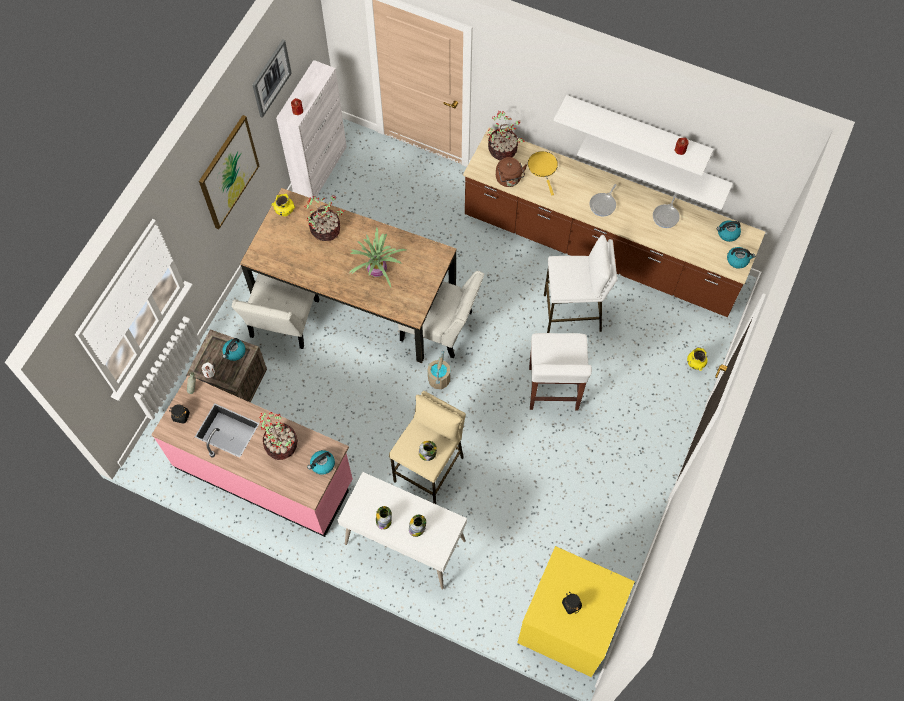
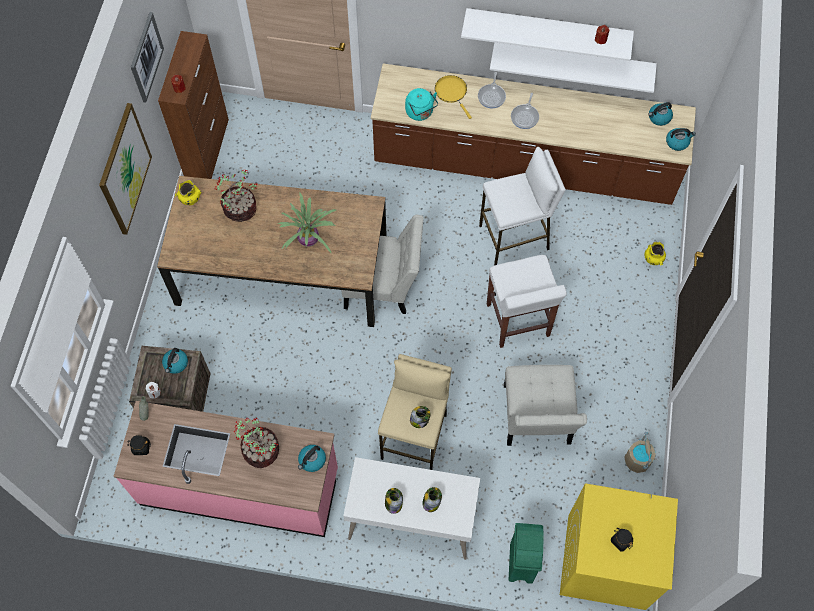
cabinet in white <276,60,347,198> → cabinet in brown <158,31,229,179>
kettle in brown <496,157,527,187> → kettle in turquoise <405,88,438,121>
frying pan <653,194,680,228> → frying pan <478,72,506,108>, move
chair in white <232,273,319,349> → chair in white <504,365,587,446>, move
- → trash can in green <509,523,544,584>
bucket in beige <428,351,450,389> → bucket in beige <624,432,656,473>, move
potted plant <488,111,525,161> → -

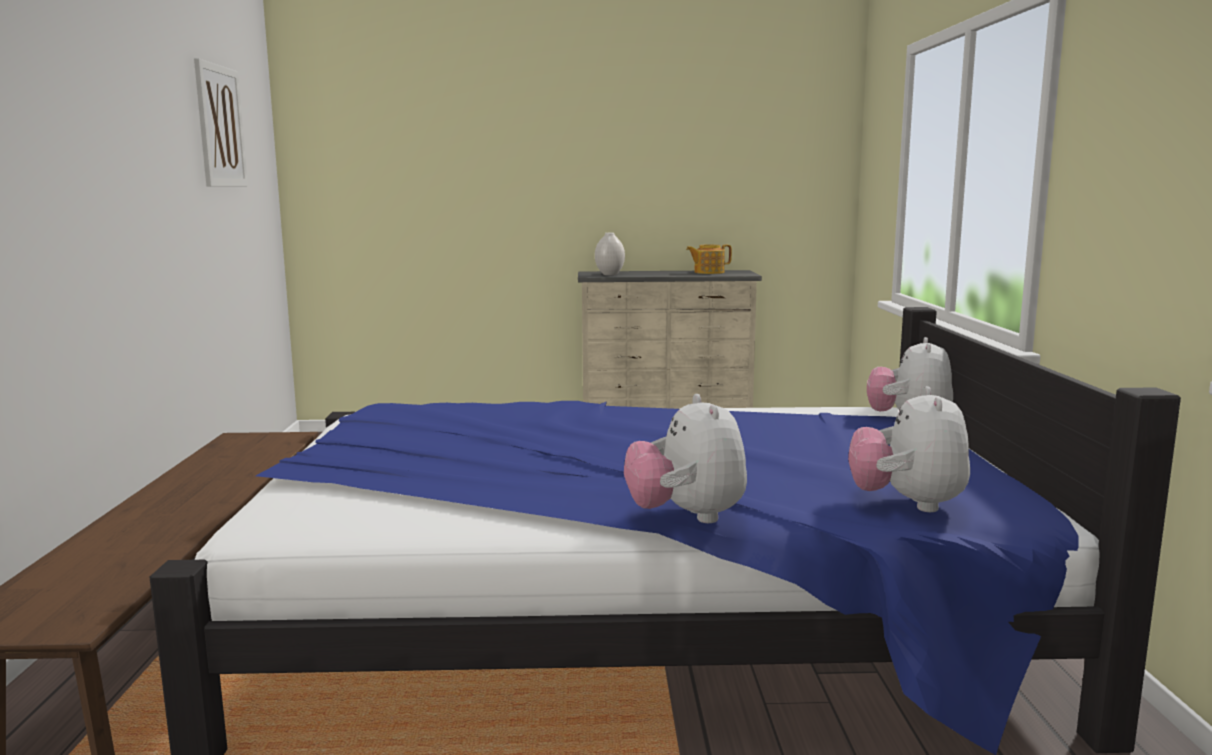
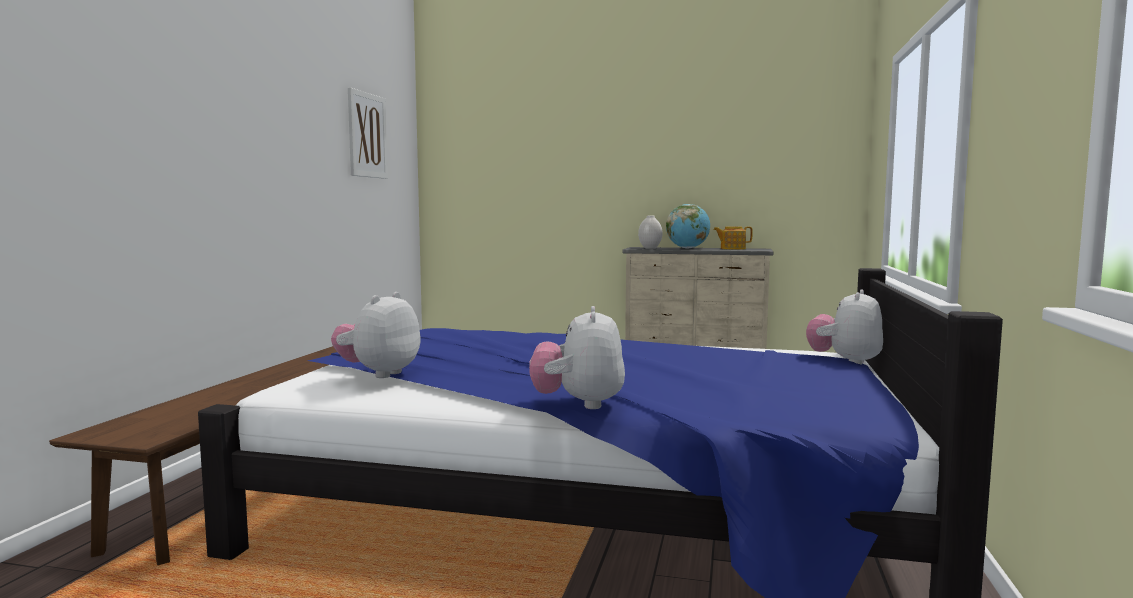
plush toy <848,386,970,512> → plush toy <331,292,420,378>, move
- → globe <666,204,710,248>

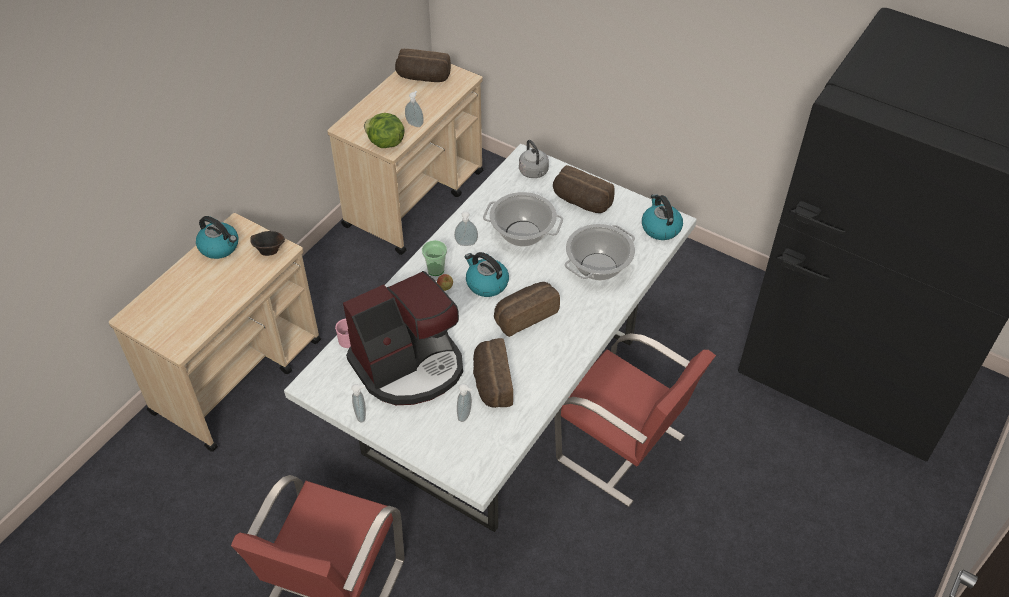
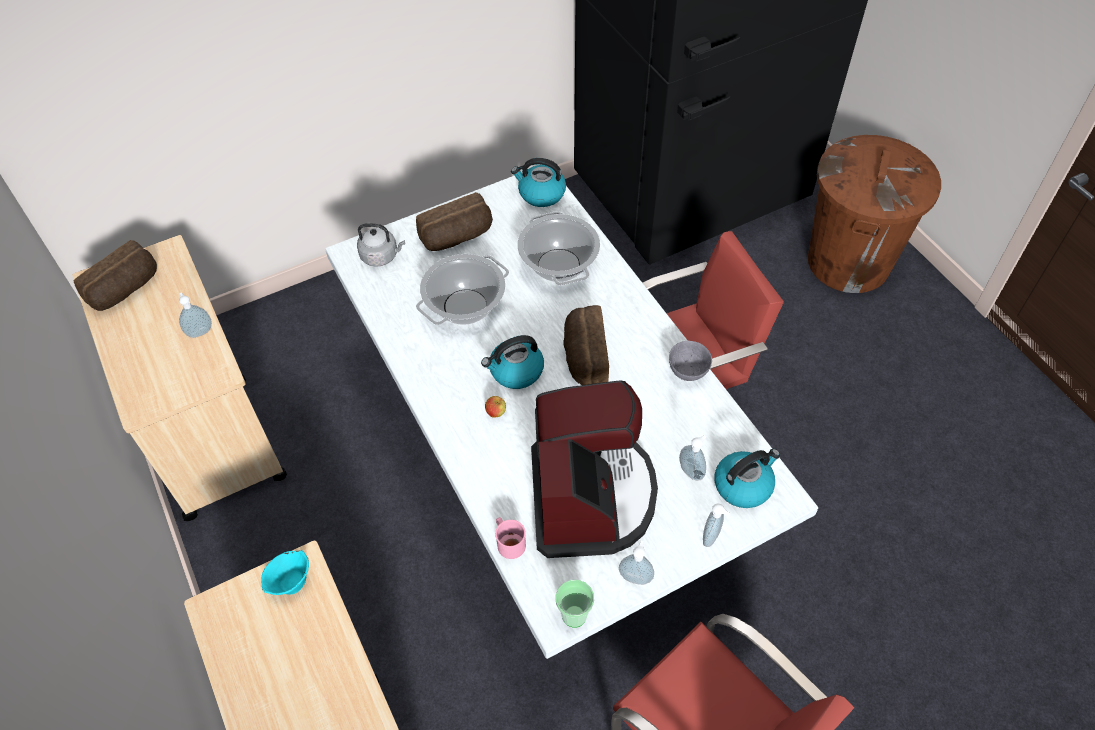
bowl in brown <250,231,285,256> → bowl in turquoise <261,550,309,595>
cup <422,240,447,276> → cup <556,580,594,627>, move
- → bowl in grey <669,341,712,381>
soap dispenser <454,211,478,246> → soap dispenser <703,503,730,547>, move
kettle <196,216,238,259> → kettle <715,449,780,508>, move
- → trash can in brown <808,135,941,293>
lettuce <364,113,405,148> → -
bread <473,338,513,408> → -

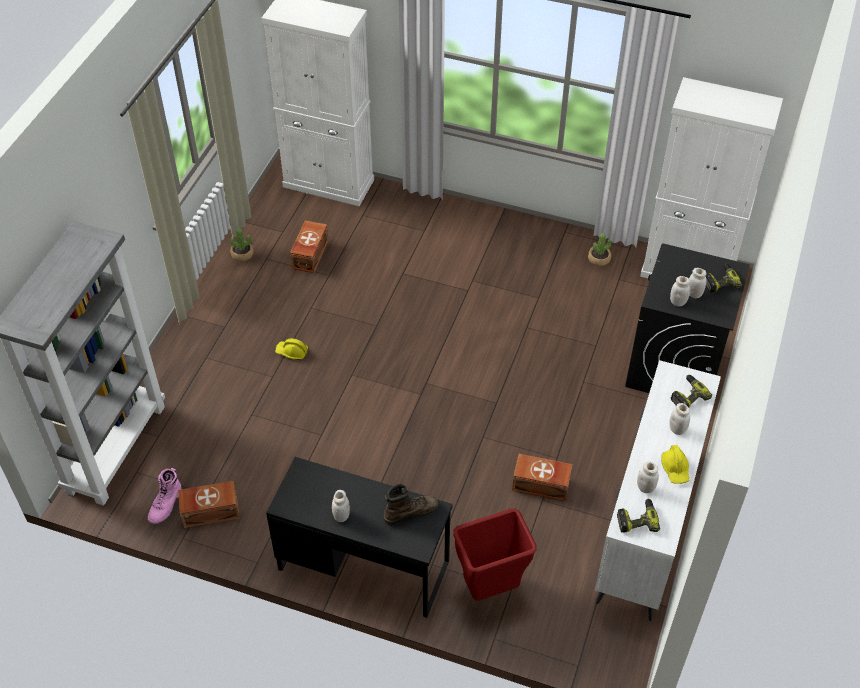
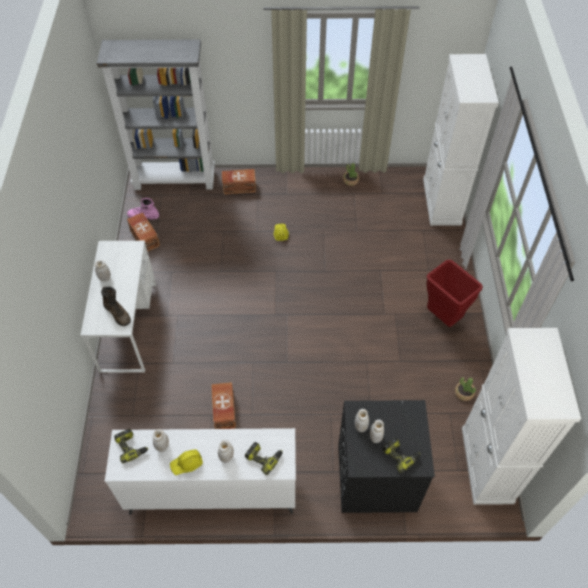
desk in black <266,457,453,618> → desk in white <81,241,156,373>
storage box in brown <290,221,329,273> → storage box in brown <222,169,256,195>, move
trash can in red <453,509,537,601> → trash can in red <427,259,483,327>, move

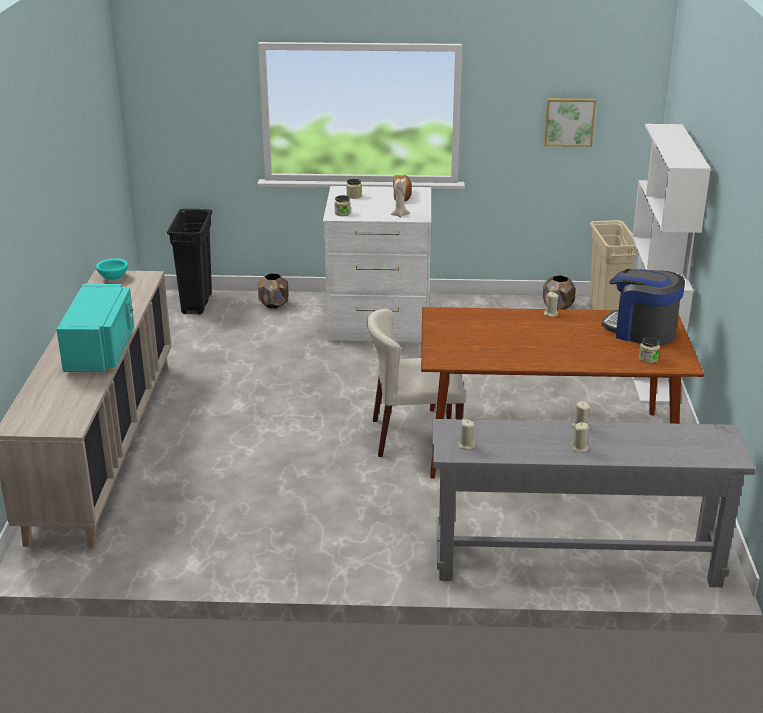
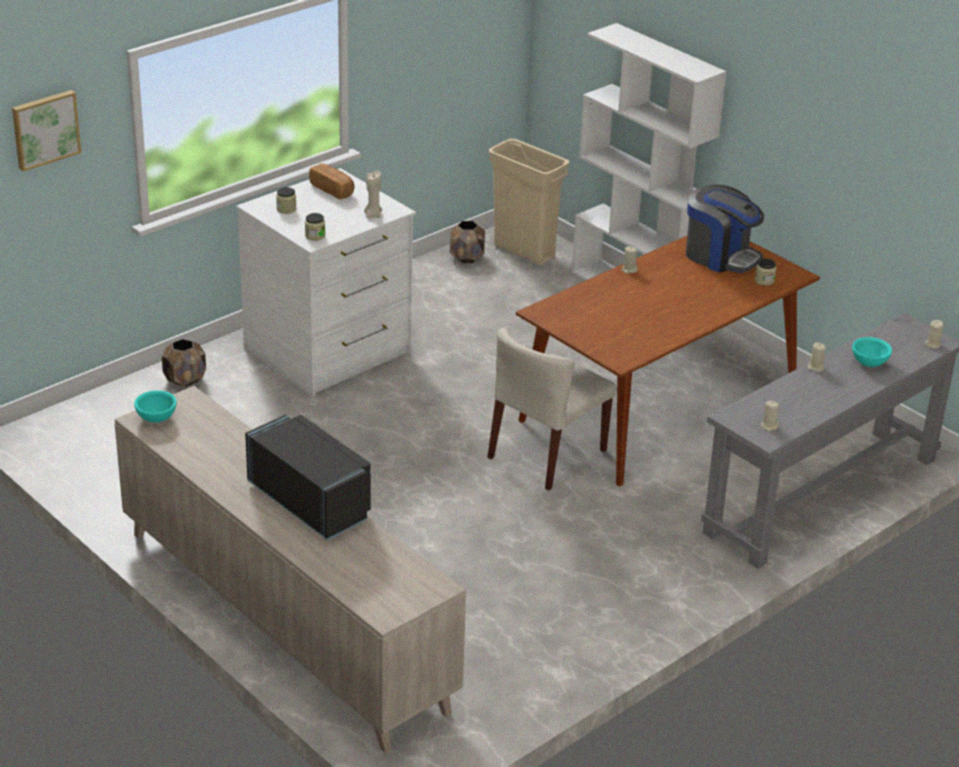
picture <544,98,596,147> → picture <12,90,81,172>, move
microwave in turquoise <56,284,134,372> → microwave in black <245,415,371,540>
coffee machine <601,269,685,346> → coffee machine <686,185,764,273>, 135 degrees counterclockwise
- → bowl in turquoise <852,337,892,367>
candle in beige <570,422,589,452> → candle in beige <925,320,944,349>, move
trash can in black <167,209,212,315> → -

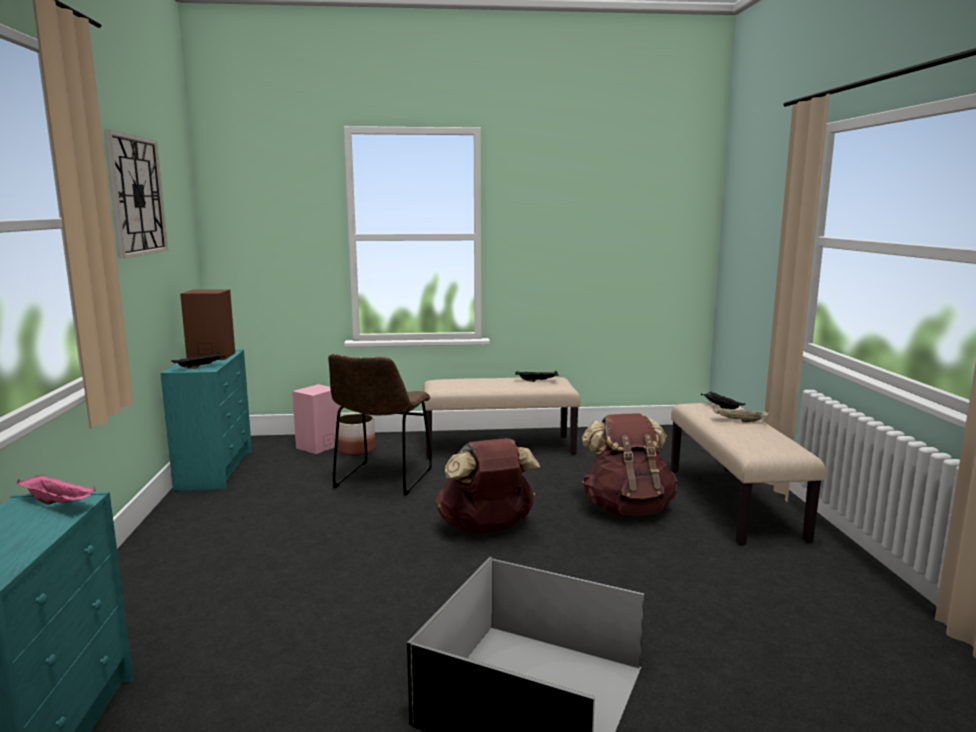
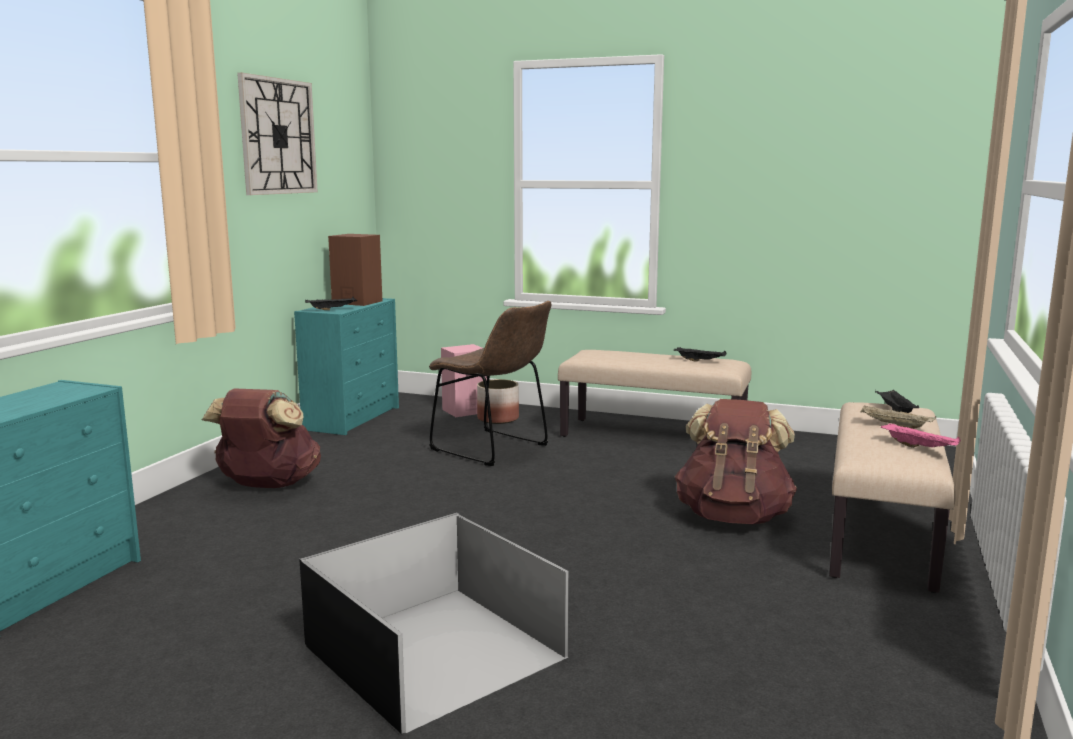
backpack in brown <436,438,540,533> → backpack in brown <202,389,321,488>, move
chair in brown <328,354,432,495> → chair in brown <429,301,552,466>, 90 degrees counterclockwise
tray in pink <17,474,96,505> → tray in pink <881,423,961,448>, move

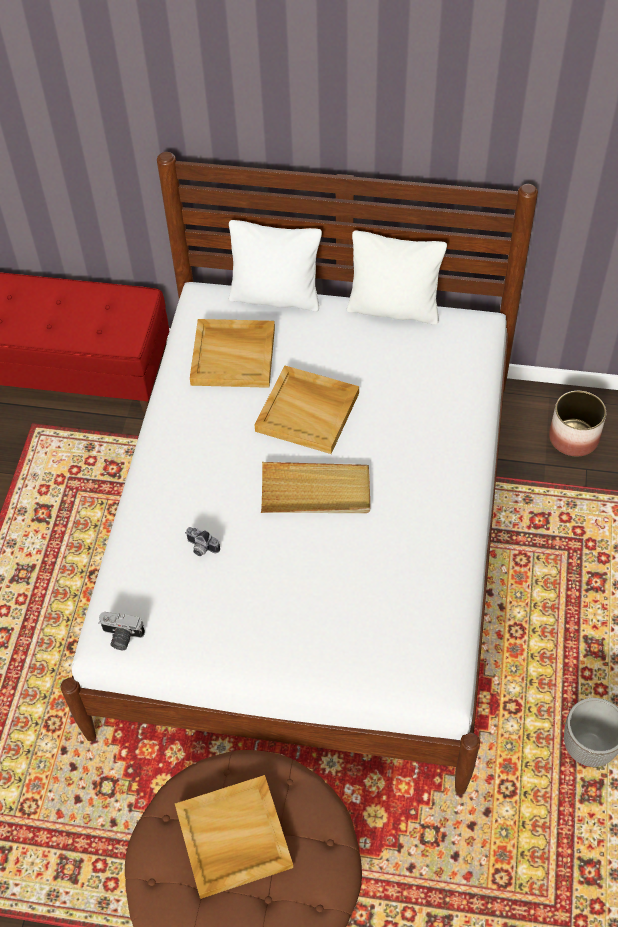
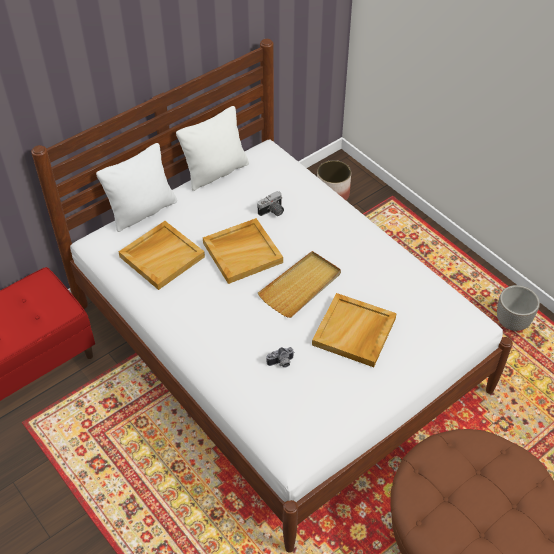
photo camera <98,612,145,650> → photo camera <258,191,284,216>, move
tray in beige <175,775,293,899> → tray in beige <312,293,397,367>, move

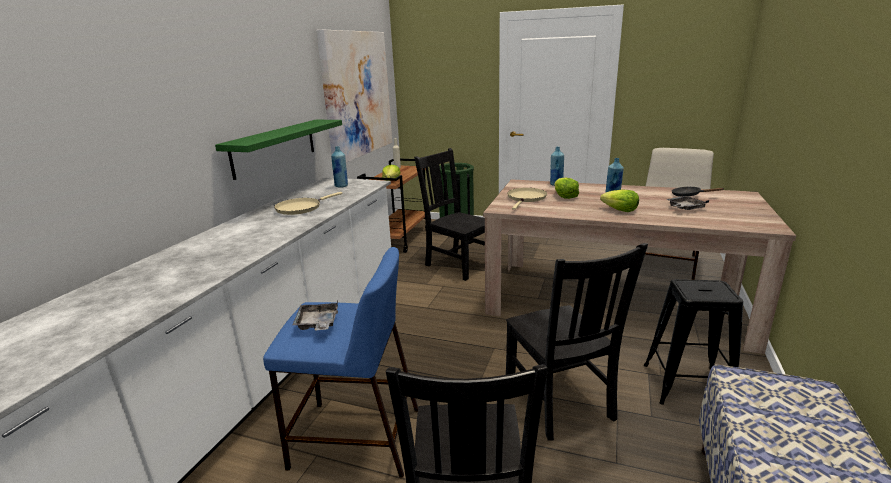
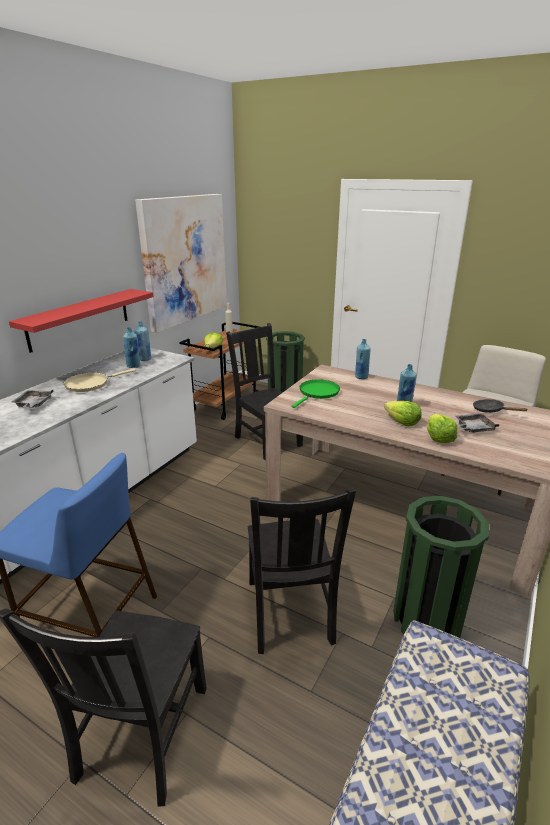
shelf in green <215,120,342,180> → shelf in red <9,289,154,353>
tray in grey <293,301,338,330> → tray in grey <11,390,53,408>, move
- → bottle in blue <123,327,140,368>
frying pan in beige <507,188,547,210> → frying pan in green <292,379,340,408>
stool in black <644,279,743,405> → trash can in green <393,496,489,638>
lettuce <554,178,579,199> → lettuce <427,414,458,443>, move

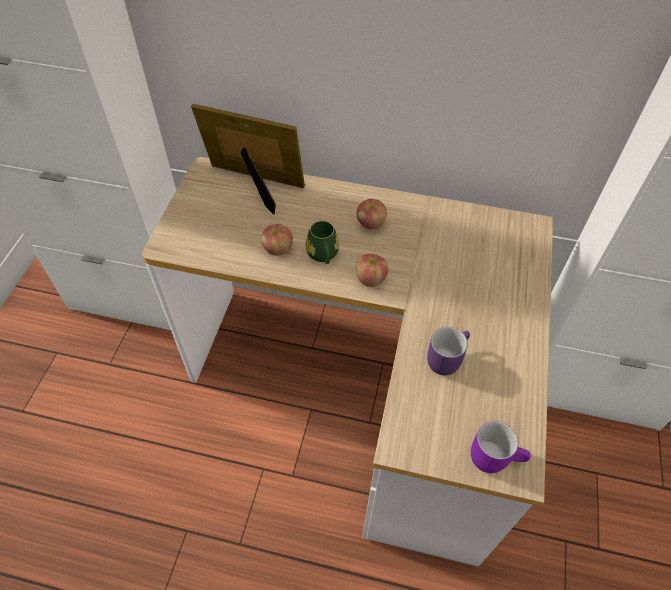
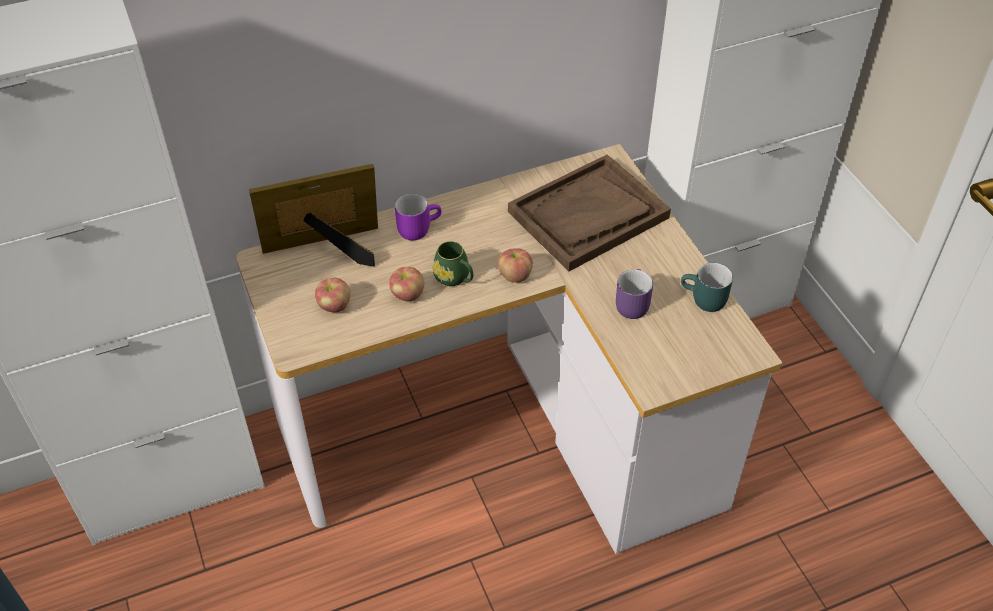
apple <357,199,387,229> → apple <315,278,351,312>, move
mug in purple <471,421,531,473> → mug in purple <395,193,442,240>, move
- → tray in brown <508,154,671,271>
- → mug in turquoise <681,263,733,312>

